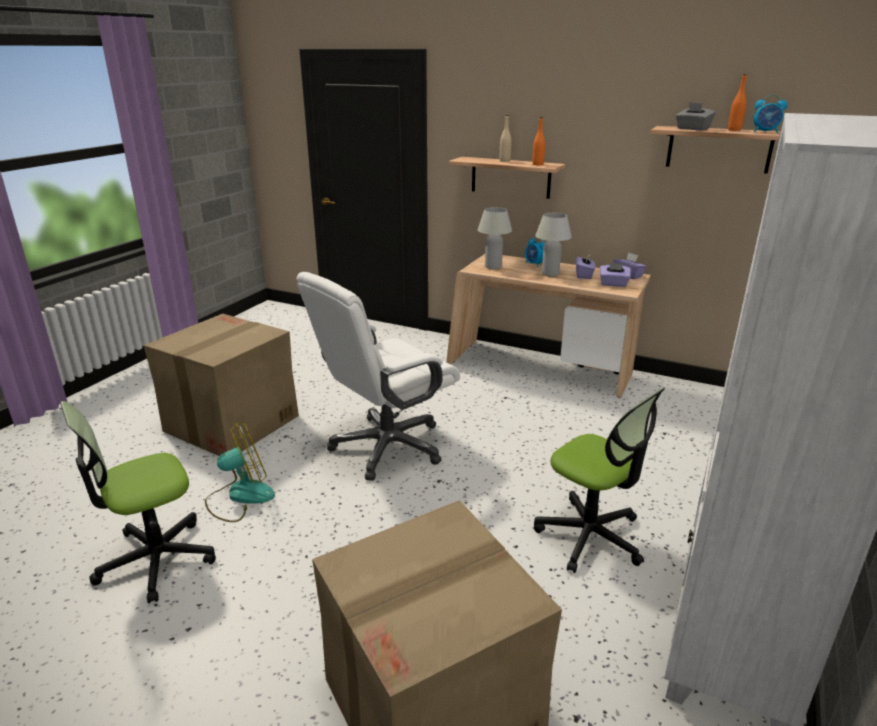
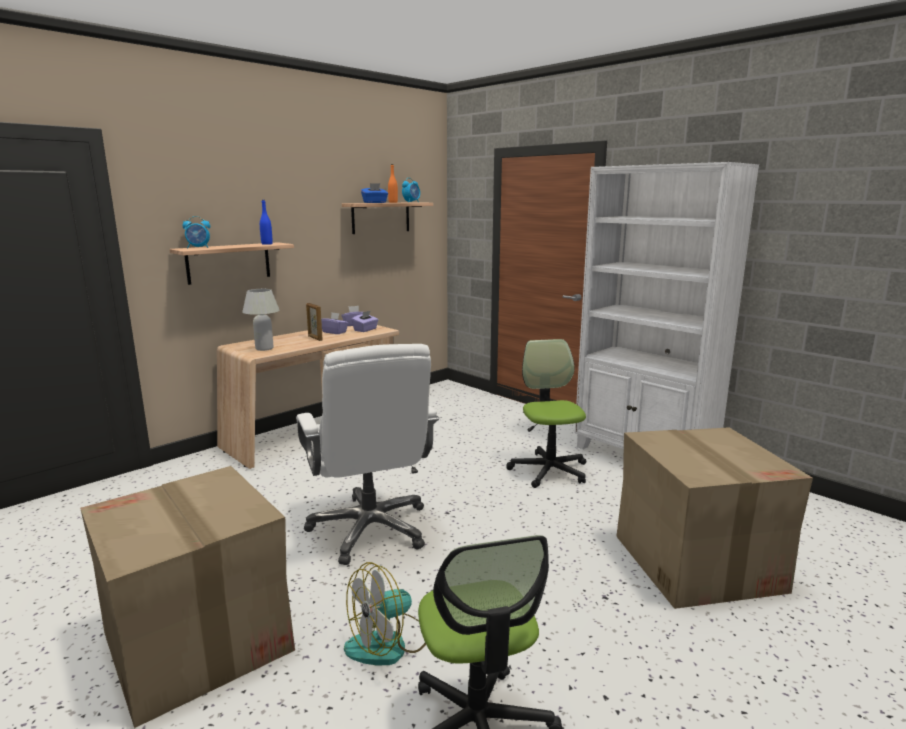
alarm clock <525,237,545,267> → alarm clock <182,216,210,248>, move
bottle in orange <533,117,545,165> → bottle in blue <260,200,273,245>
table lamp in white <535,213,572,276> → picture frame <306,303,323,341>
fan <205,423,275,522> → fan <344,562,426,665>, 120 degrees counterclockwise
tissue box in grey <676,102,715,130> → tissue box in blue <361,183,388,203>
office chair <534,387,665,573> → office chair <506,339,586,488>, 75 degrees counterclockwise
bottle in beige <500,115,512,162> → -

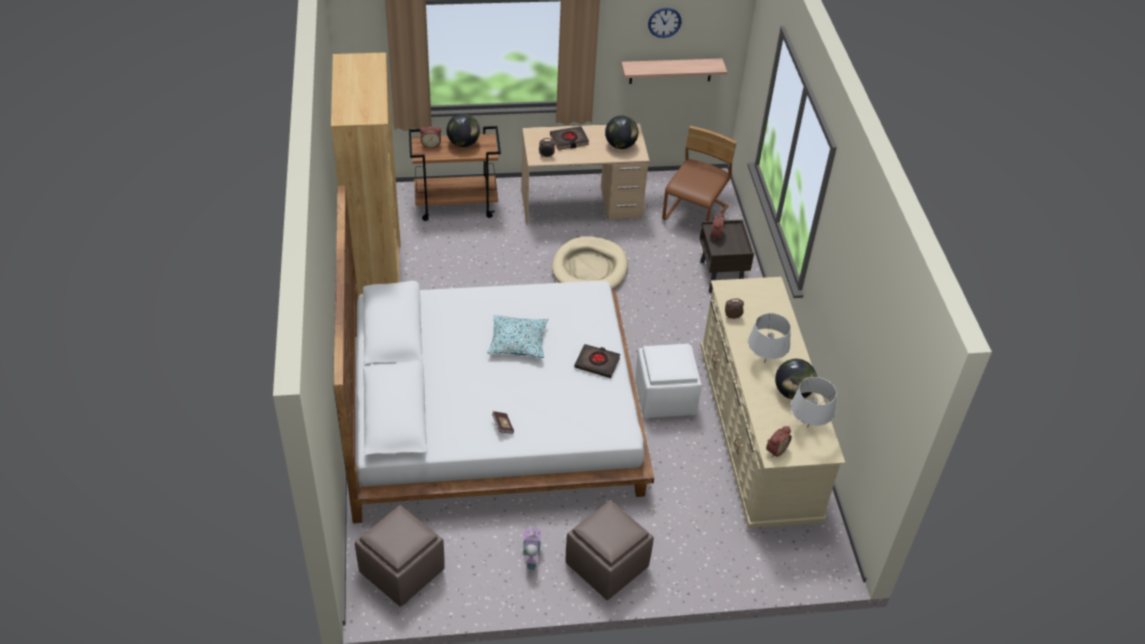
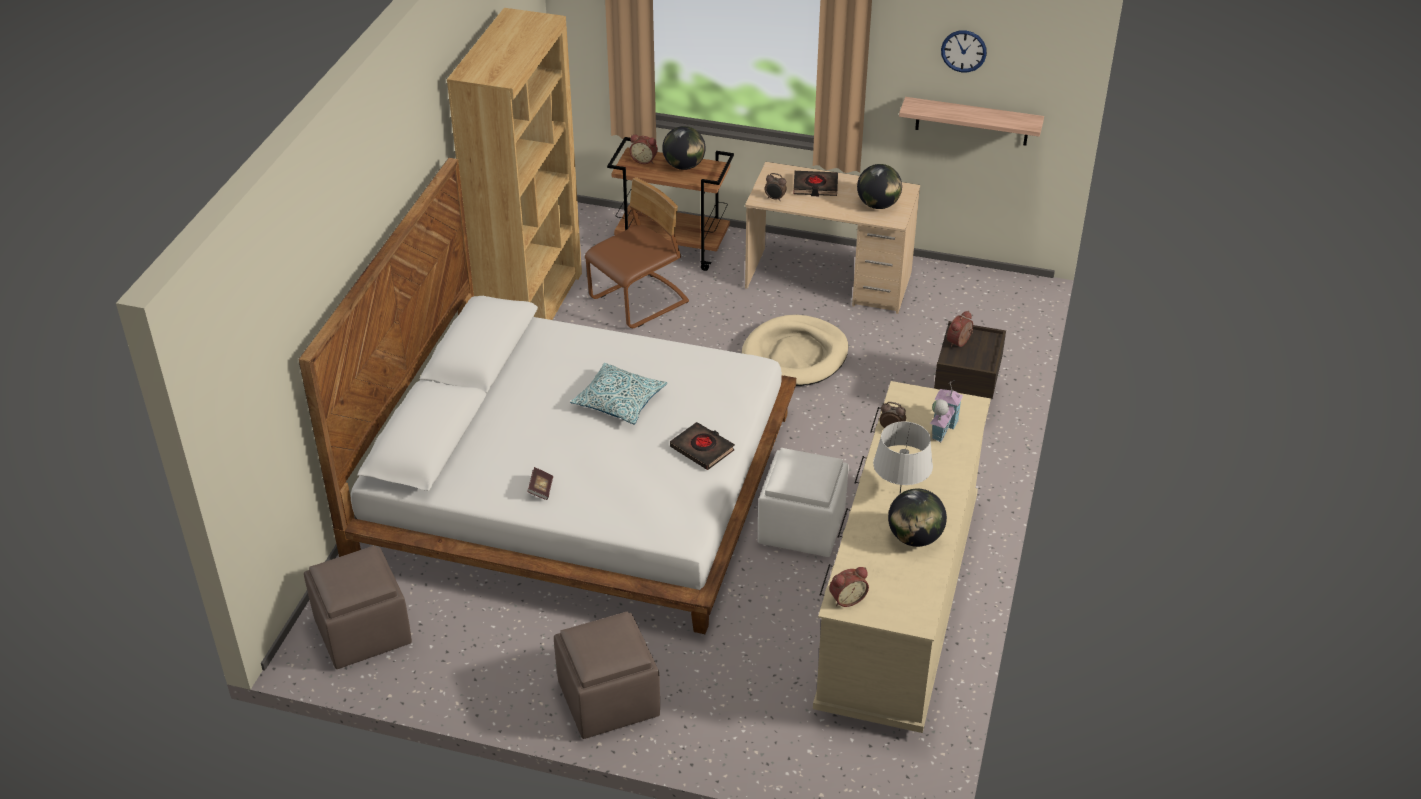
chair in brown <662,126,737,221> → chair in brown <585,177,689,328>, move
toy house <522,523,542,571> → toy house <930,382,963,442>, move
table lamp in grey <790,377,836,428> → -

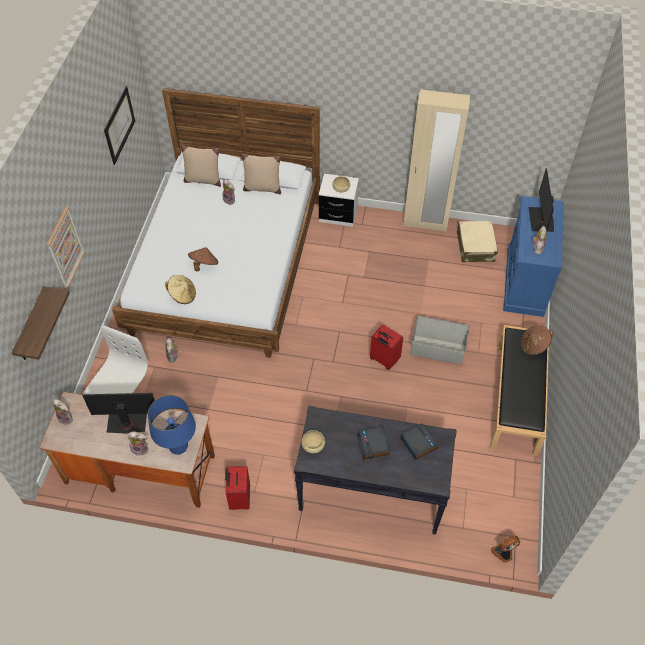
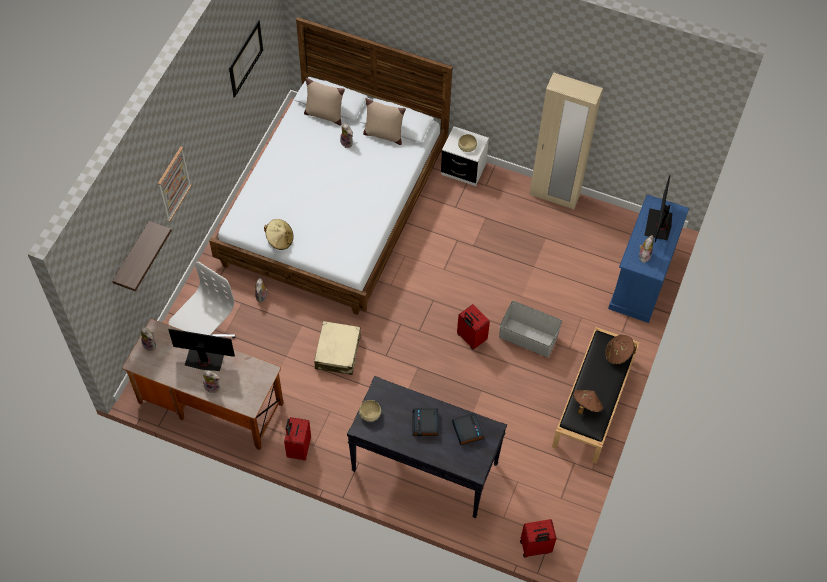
suitcase in beige <457,221,498,262> → suitcase in beige <314,321,361,375>, move
fan <491,536,520,563> → suitcase in red <520,519,557,558>
hat in brown <188,247,218,271> → hat in brown <573,390,603,414>, move
table lamp in blue <148,395,196,455> → -

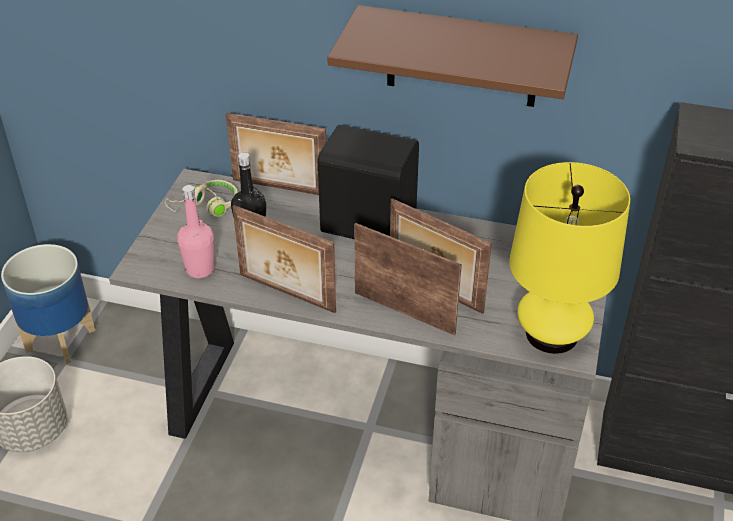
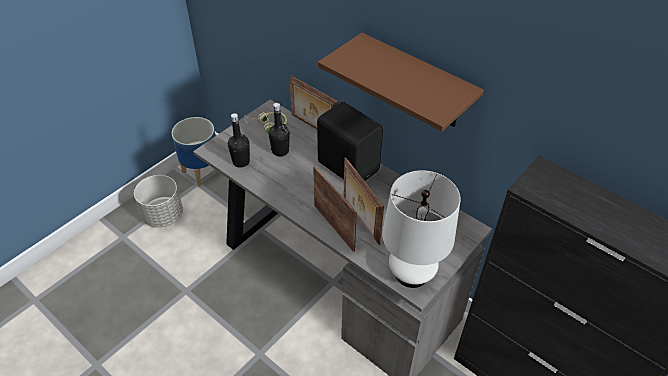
bottle in pink <177,185,215,278> → bottle in black <228,113,250,168>
table lamp in yellow <509,162,630,354> → table lamp in white <382,170,461,288>
picture frame <232,205,336,313> → -

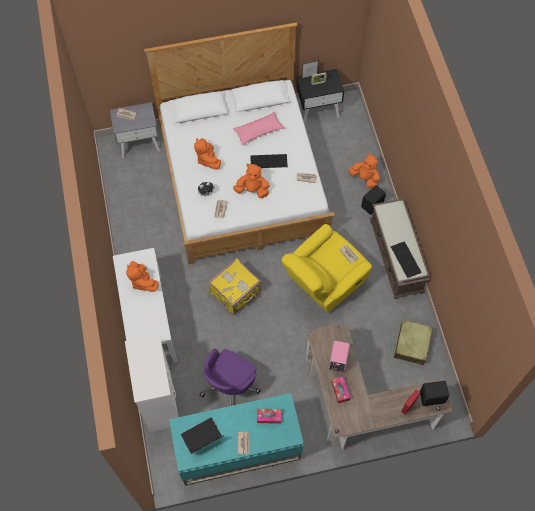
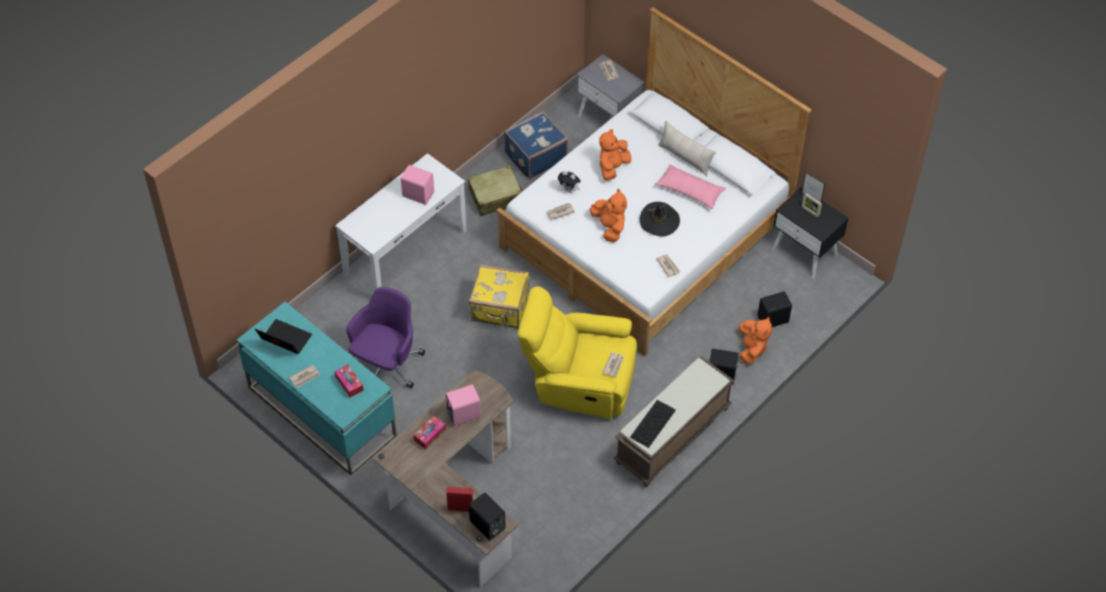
office chair in purple <200,349,261,406> → office chair in purple <346,287,425,388>, 120 degrees clockwise
plush toy in orange <126,261,159,292> → speaker in pink <401,165,434,205>
suitcase in beige <394,320,433,365> → suitcase in beige <468,165,522,216>, move
- → suitcase in blue <504,111,568,179>
keyboard <250,154,288,168> → hat in black <640,202,680,236>
- → pillow in beige <658,121,716,176>
- → speaker in black <758,291,792,327>
dresser in white <125,334,178,432> → -

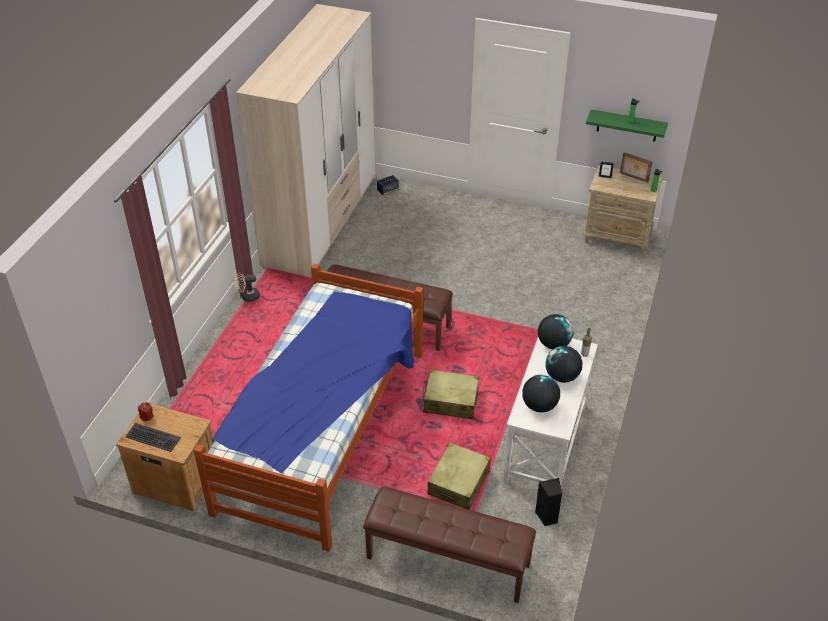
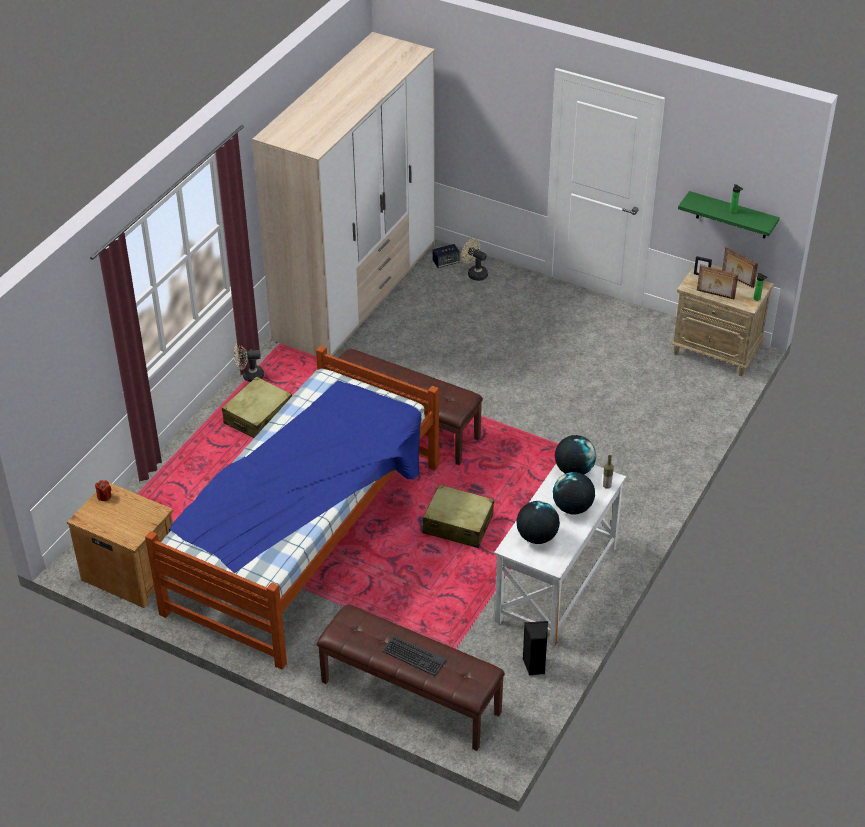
suitcase in beige <427,442,491,510> → suitcase in beige <222,376,292,438>, move
keyboard <125,423,181,452> → keyboard <382,635,447,676>, move
- → fan in beige <461,238,488,281>
- → picture frame <697,265,738,299>

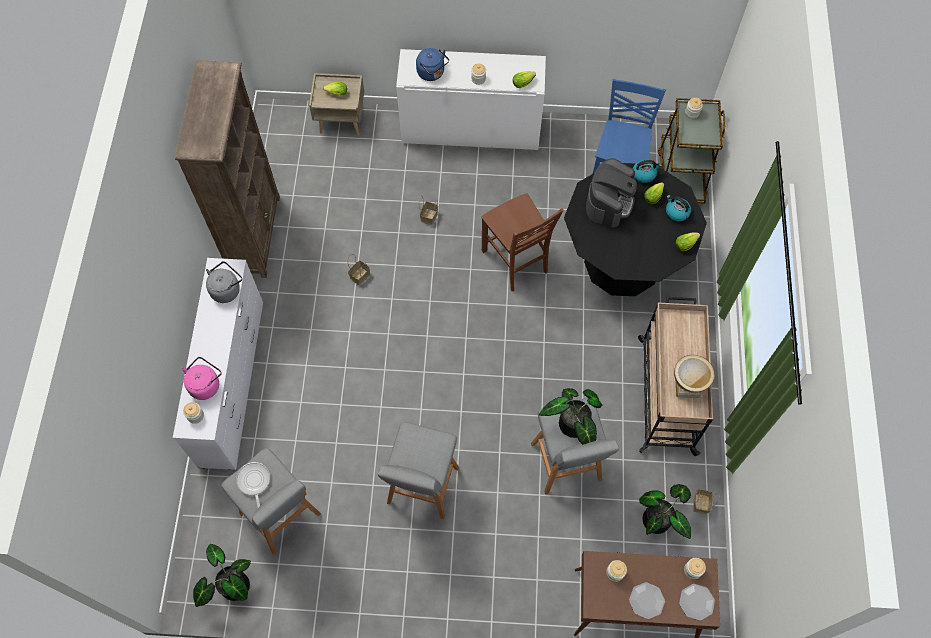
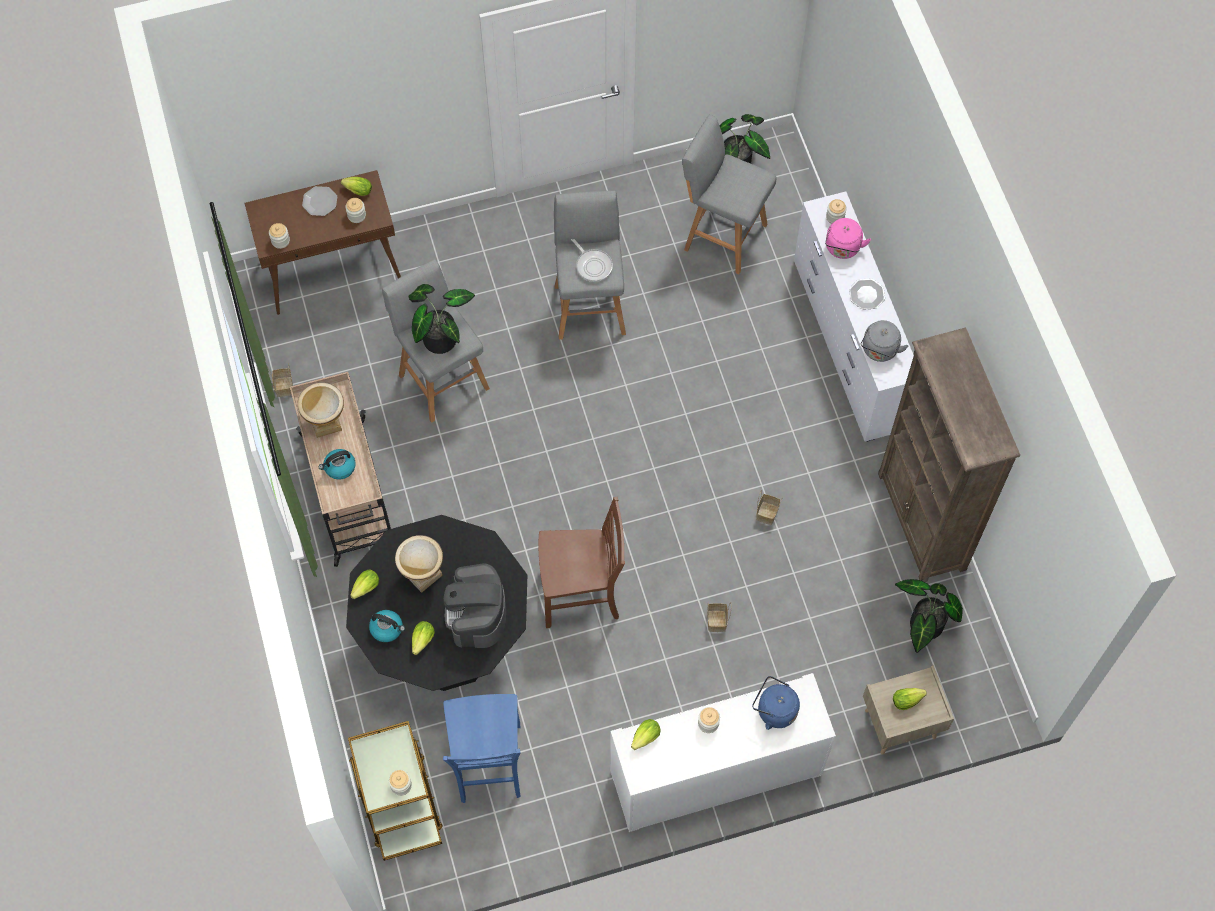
kettle <633,160,662,183> → kettle <319,449,356,480>, move
- → lettuce <341,177,372,196>
- → vase <395,535,443,593>
chair in brown <482,193,564,291> → chair in brown <539,497,625,628>, 135 degrees clockwise
frying pan <236,462,270,508> → frying pan <571,239,613,282>, move
plate <679,584,715,620> → plate <849,278,885,310>, move
potted plant <639,484,691,539> → potted plant <895,579,963,653>, move

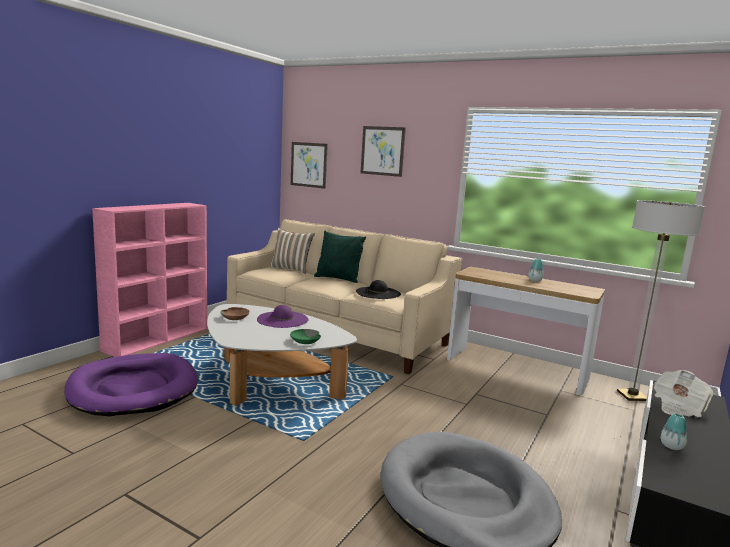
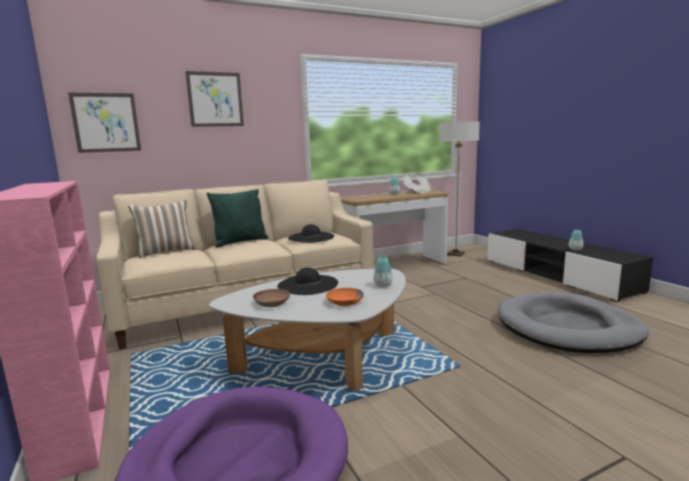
hat in purple <257,305,308,328> → hat in black <277,268,338,295>
- → bowl in orange <326,288,364,306>
bowl in green <290,329,321,344> → vase <374,257,393,287>
newspaper <653,370,714,417> → newspaper <403,174,432,194>, move

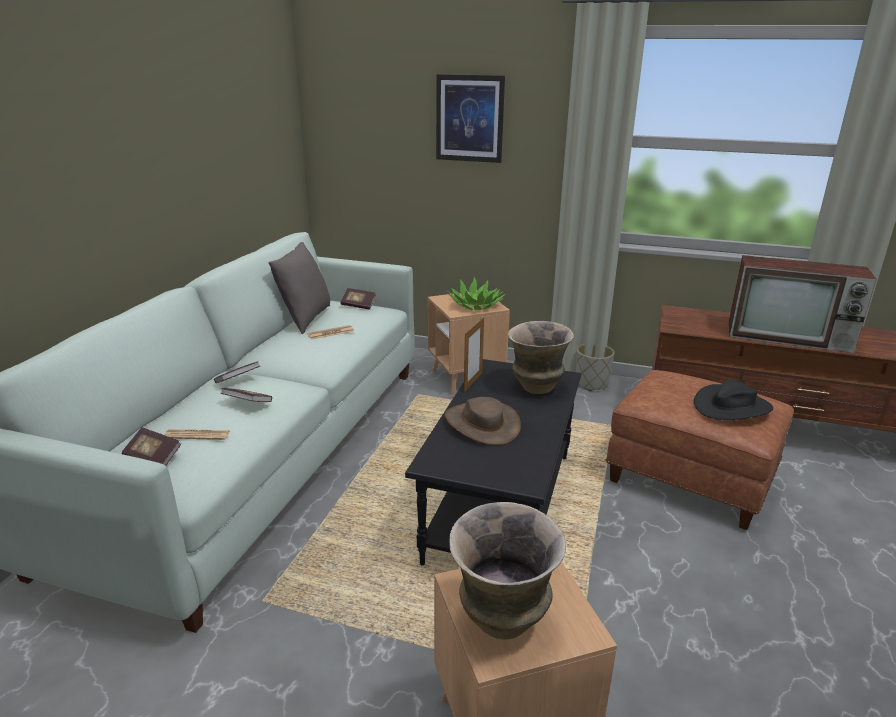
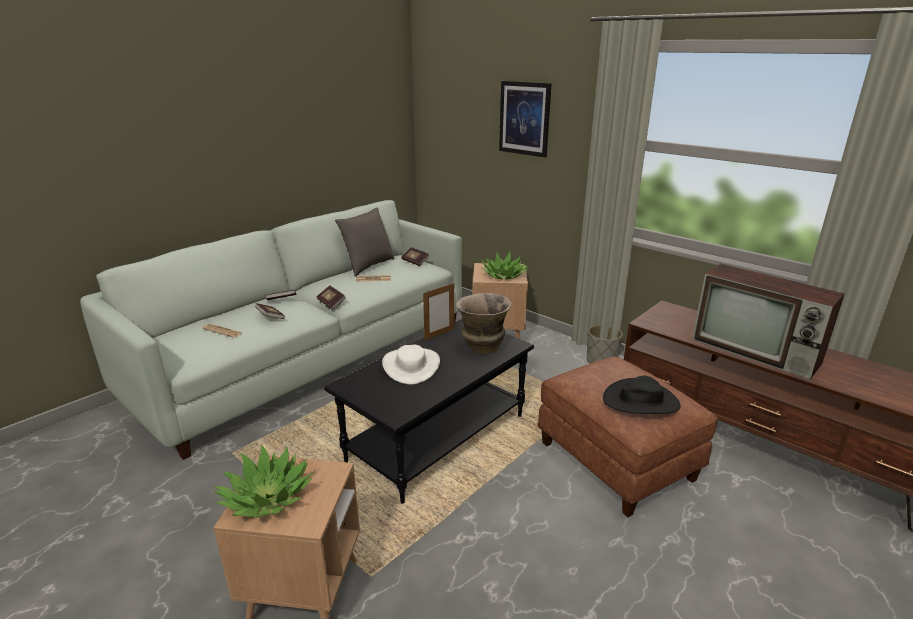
vase <449,502,566,640> → potted plant <214,445,313,518>
book <122,427,181,466> → book <316,286,346,310>, move
hat in brown <444,397,521,445> → hat in white <382,345,440,385>

